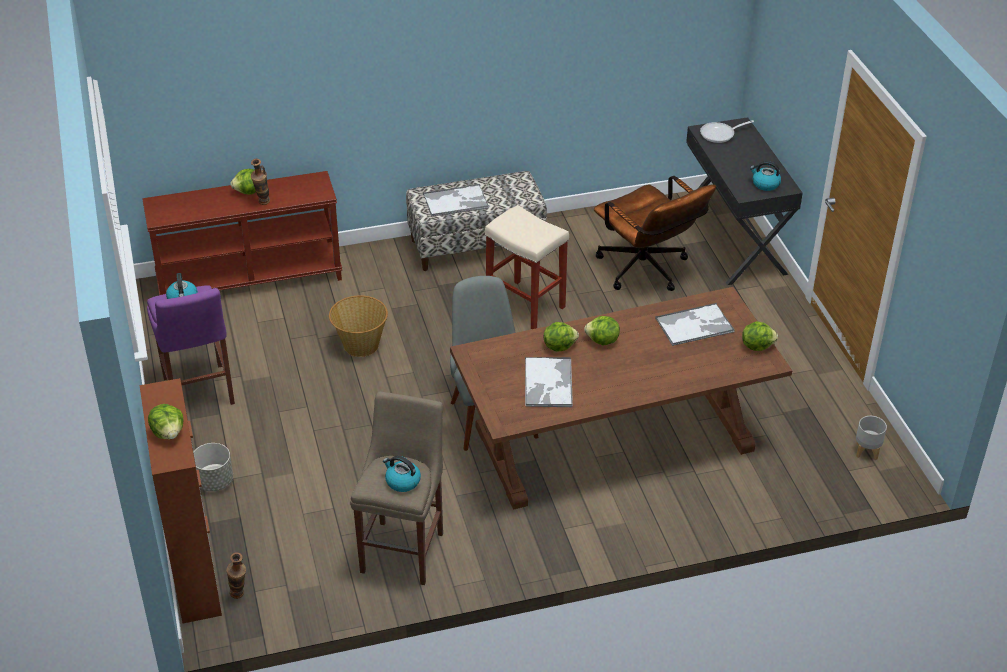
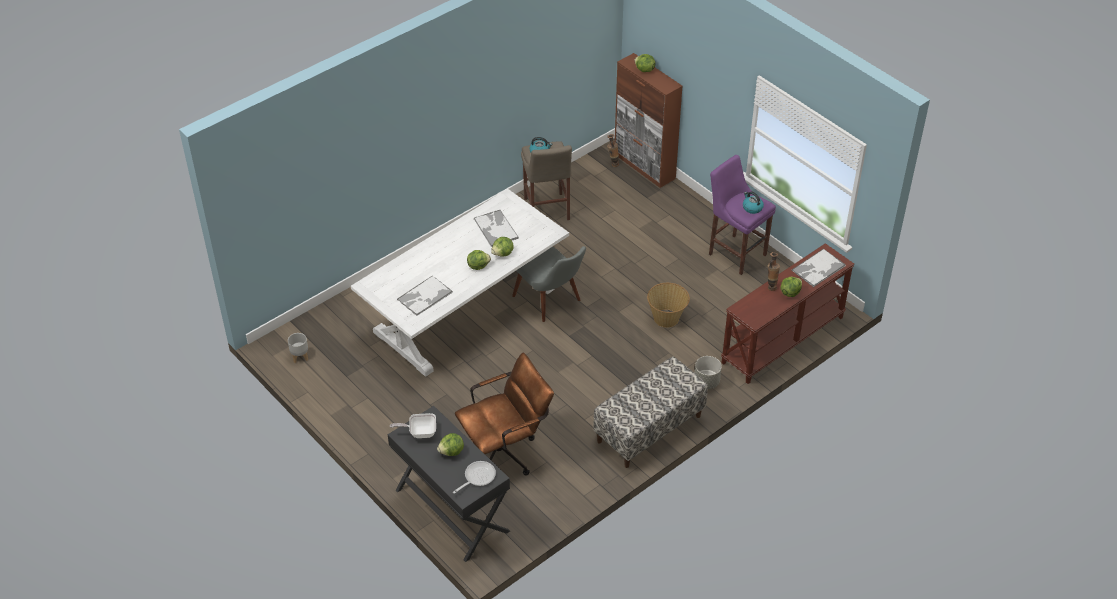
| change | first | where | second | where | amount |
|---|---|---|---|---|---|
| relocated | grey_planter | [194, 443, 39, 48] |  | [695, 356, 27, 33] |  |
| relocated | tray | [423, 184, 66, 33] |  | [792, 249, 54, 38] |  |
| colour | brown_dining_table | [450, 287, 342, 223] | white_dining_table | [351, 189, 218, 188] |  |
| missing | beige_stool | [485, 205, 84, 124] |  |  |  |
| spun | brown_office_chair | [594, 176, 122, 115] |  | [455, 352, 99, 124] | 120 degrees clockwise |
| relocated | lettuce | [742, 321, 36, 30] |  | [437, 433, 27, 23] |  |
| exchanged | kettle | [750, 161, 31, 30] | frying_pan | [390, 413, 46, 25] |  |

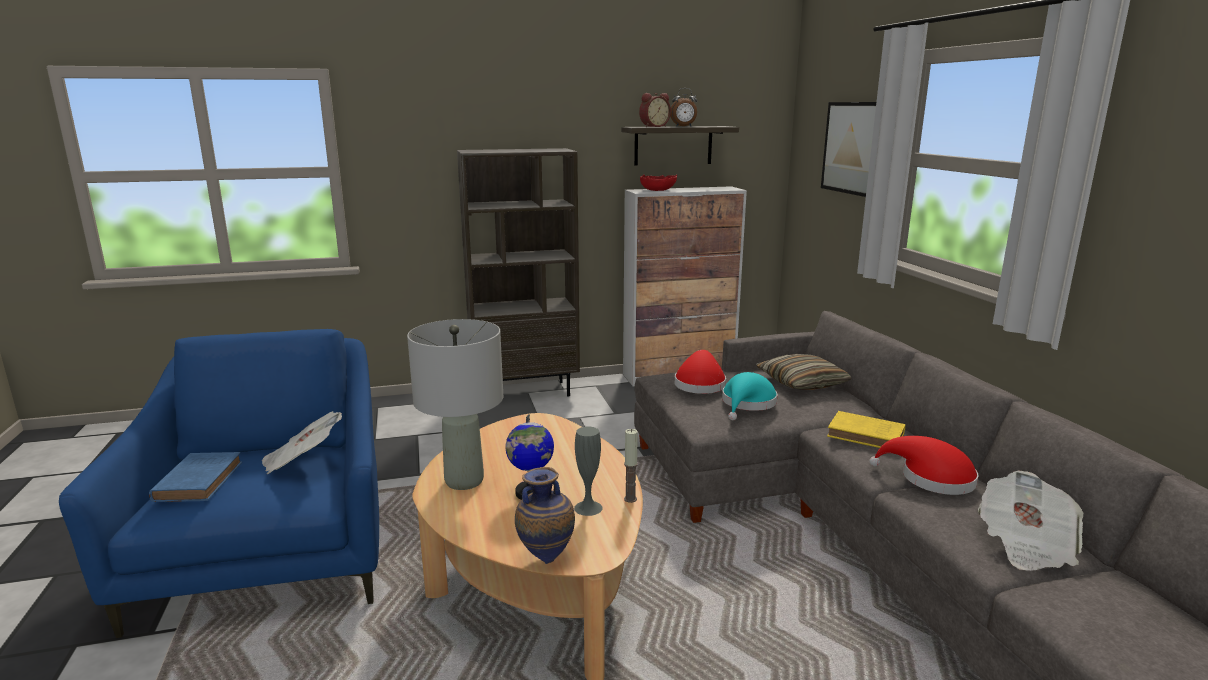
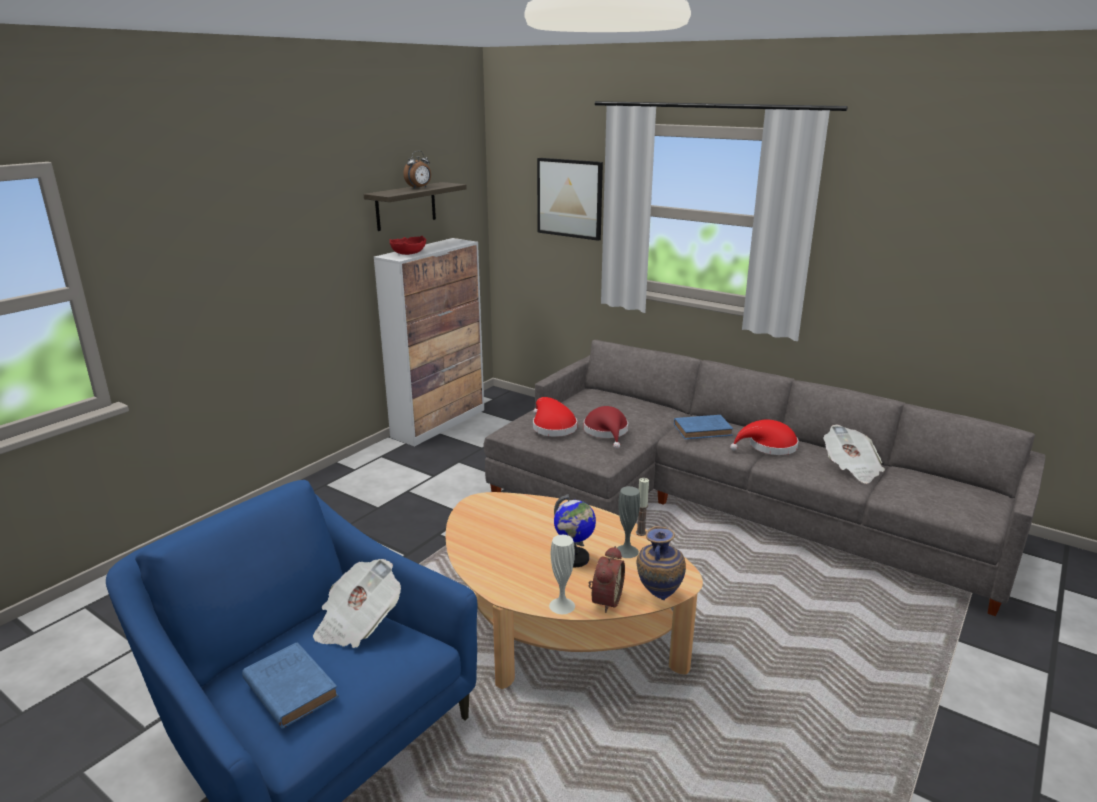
| change | first | where | second | where | amount |
|---|---|---|---|---|---|
| missing | grey_table_lamp | [407, 319, 96, 171] |  |  |  |
| missing | brown_bookcase | [457, 148, 123, 248] |  |  |  |
| relocated | alarm_clock | [639, 93, 32, 34] |  | [589, 546, 36, 67] |  |
| colour | turquoise_hat | [722, 372, 55, 48] | red_hat | [583, 406, 45, 43] |  |
| missing | pillow | [756, 354, 96, 36] |  |  |  |
| colour | yellow_book | [827, 411, 78, 37] | blue_book | [674, 415, 59, 24] |  |
| appeared |  |  | white_vase | [549, 535, 26, 79] |  |

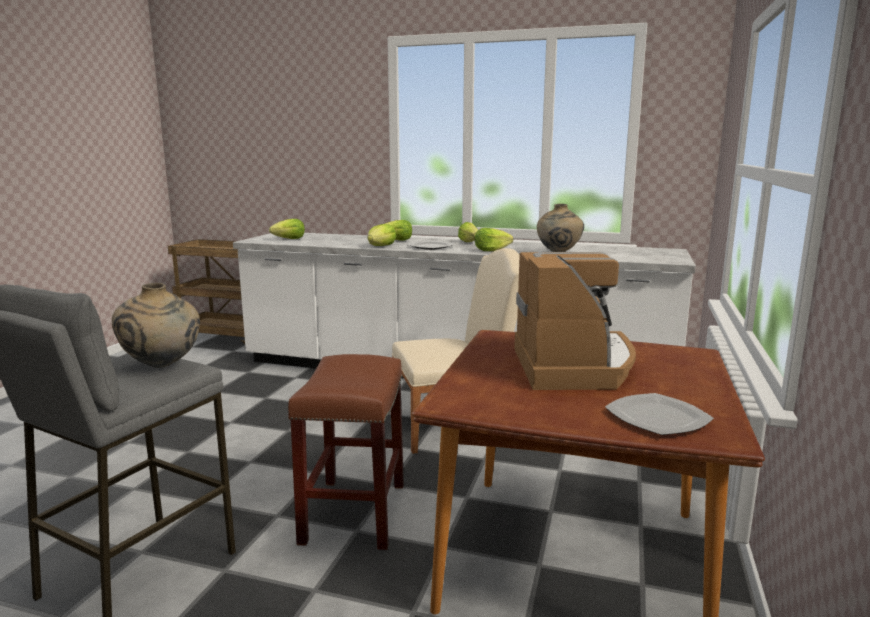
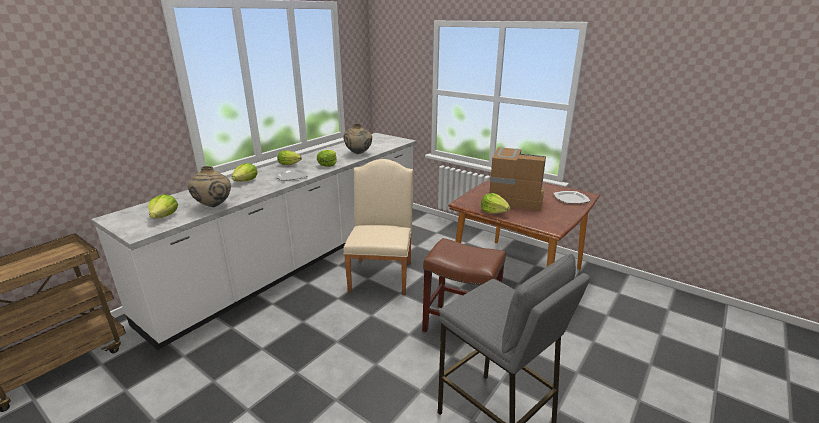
| change | first | where | second | where | amount |
|---|---|---|---|---|---|
| relocated | beige_vase | [112, 283, 88, 85] |  | [188, 166, 43, 41] |  |
| relocated | lettuce | [368, 224, 28, 22] |  | [481, 193, 30, 21] |  |

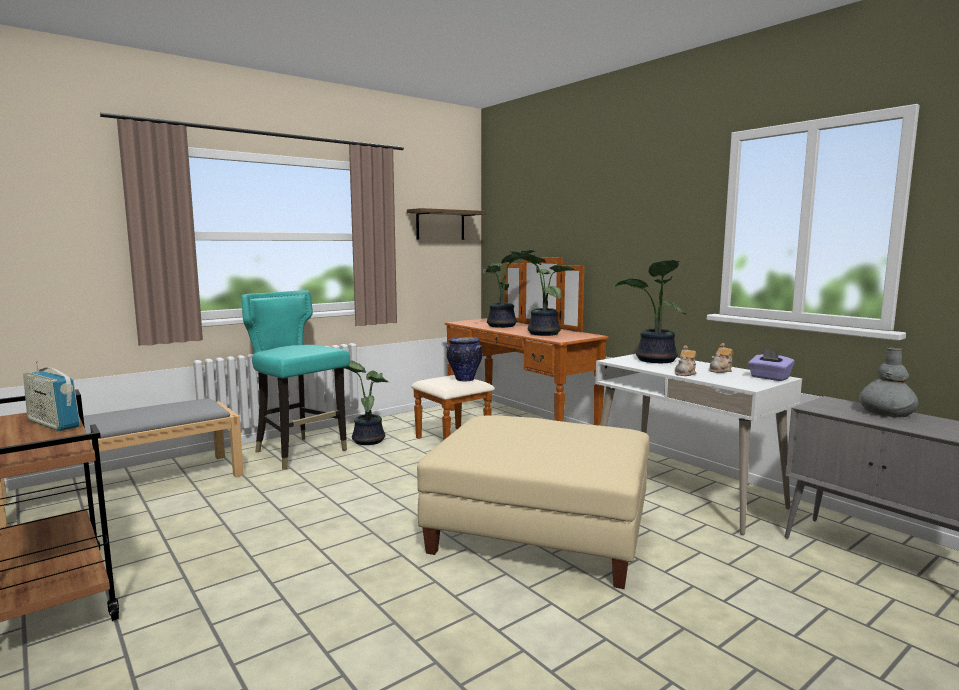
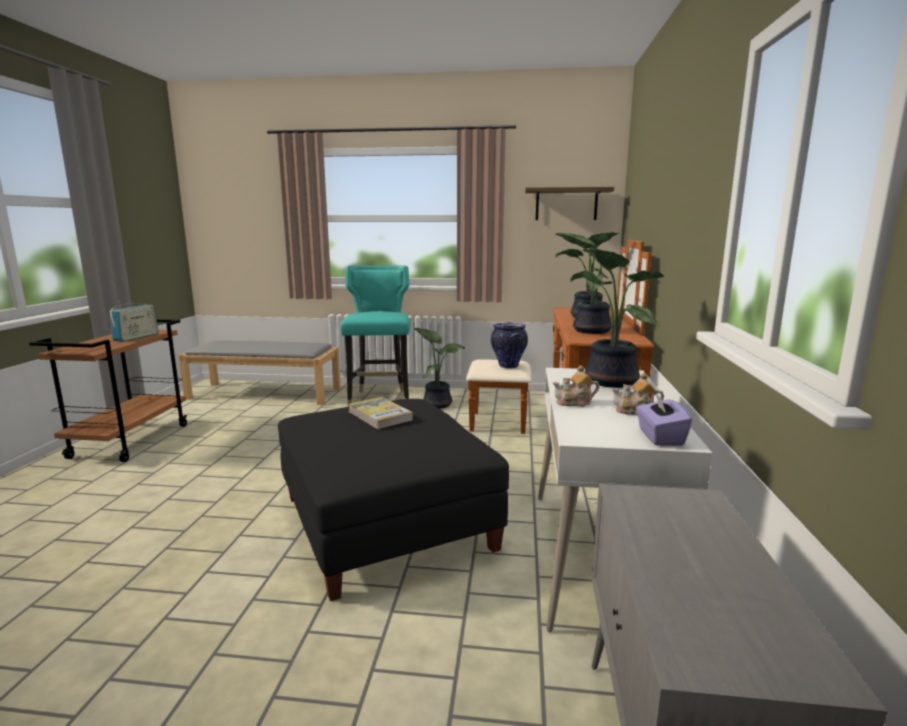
| change | first | where | second | where | amount |
|---|---|---|---|---|---|
| spun | radio | [23, 361, 57, 70] |  | [110, 302, 49, 40] | 150 degrees counterclockwise |
| colour | beige_ottoman | [417, 415, 232, 174] | black_ottoman | [278, 399, 231, 202] |  |
| missing | grey_vase | [859, 347, 59, 71] |  |  |  |
| appeared |  |  | book | [348, 397, 65, 32] |  |

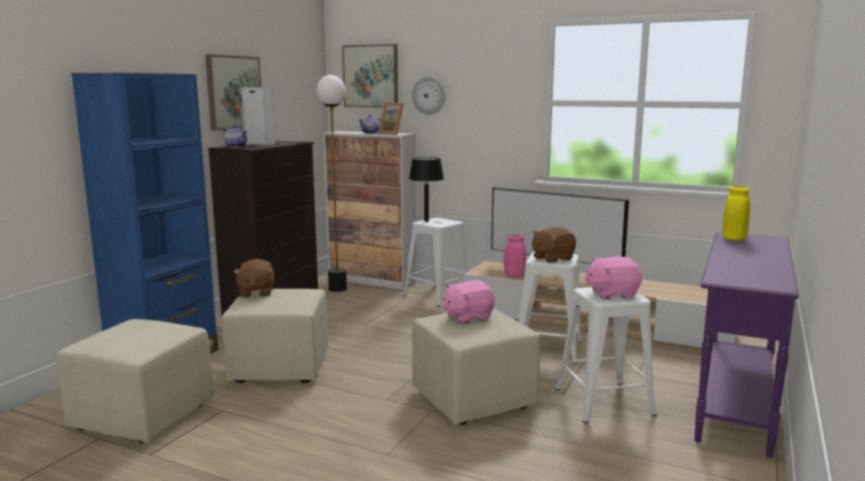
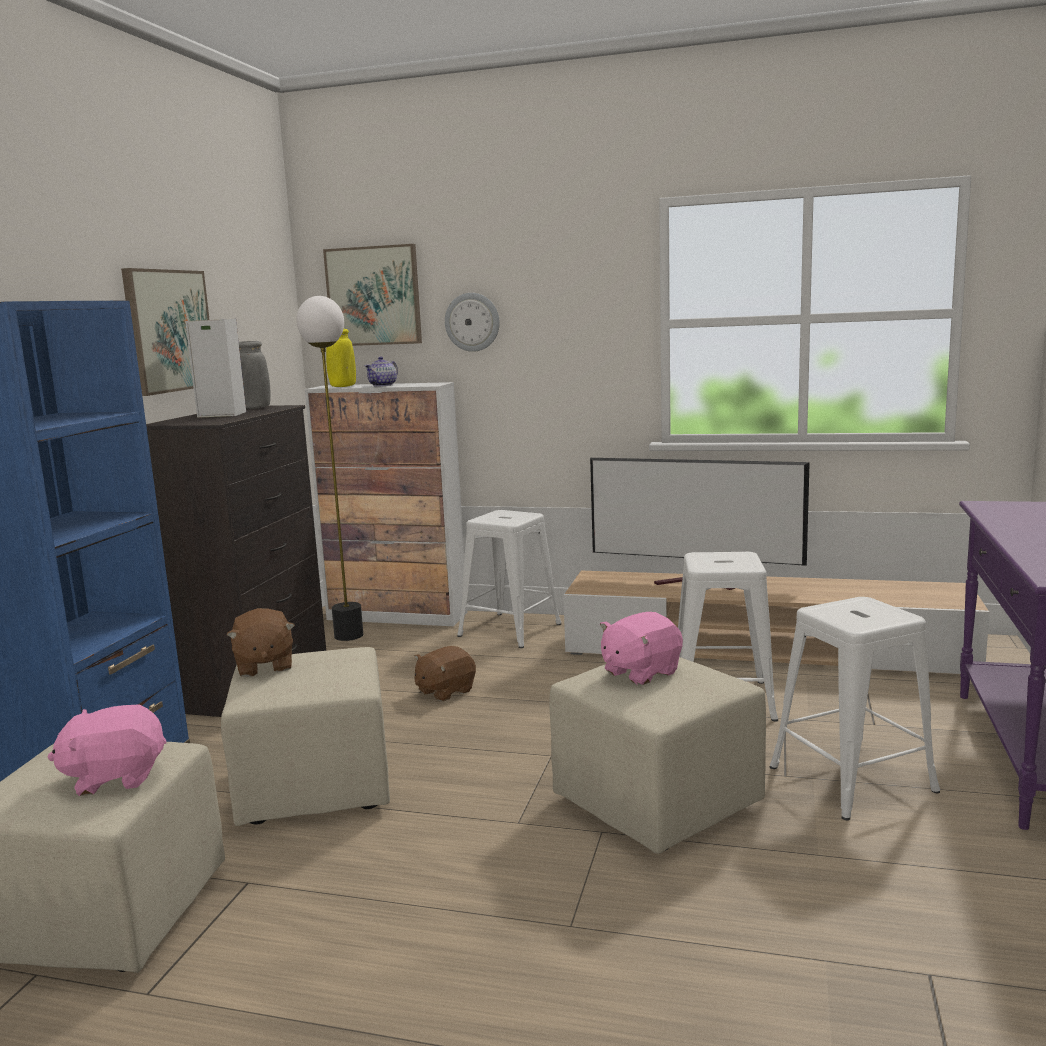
| change | first | where | second | where | amount |
|---|---|---|---|---|---|
| missing | teapot | [223, 125, 24, 22] |  |  |  |
| missing | picture_frame | [379, 102, 25, 33] |  |  |  |
| missing | black_table_lamp | [409, 157, 35, 65] |  |  |  |
| missing | pink_vase | [504, 235, 22, 42] |  |  |  |
| relocated | brown_plush_toy | [532, 227, 44, 36] |  | [414, 646, 62, 56] |  |
| relocated | pink_plush_toy | [584, 256, 58, 43] |  | [47, 705, 120, 91] |  |
| relocated | yellow_vase | [723, 186, 27, 55] |  | [326, 329, 30, 58] |  |
| appeared |  |  | grey_vase | [239, 341, 32, 68] |  |

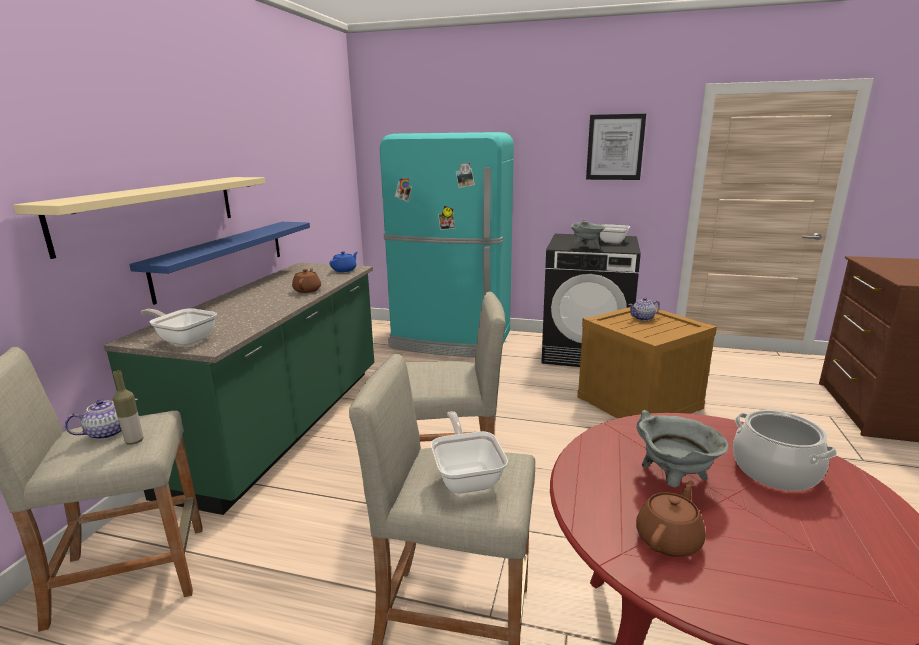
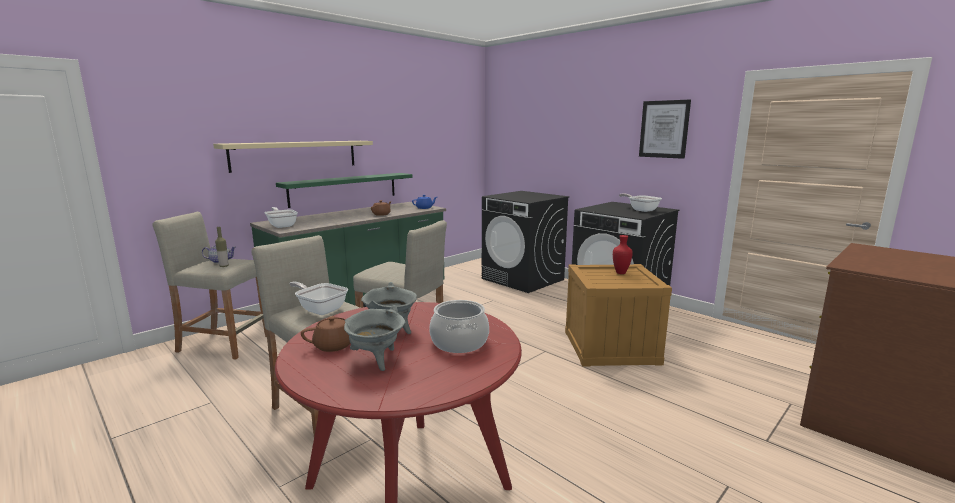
| change | first | where | second | where | amount |
|---|---|---|---|---|---|
| colour | blue_shelf | [129, 222, 181, 83] | green_shelf | [276, 173, 137, 35] |  |
| exchanged | turquoise_fridge | [380, 132, 134, 225] | black_washing_machine | [482, 191, 88, 102] |  |
| spun | frying_pan | [431, 411, 77, 83] |  | [289, 281, 59, 34] | 75 degrees counterclockwise |
| relocated | grey_cooking_pot | [571, 219, 34, 30] |  | [344, 305, 61, 66] |  |
| exchanged | teapot | [628, 298, 32, 23] | red_vase | [613, 235, 20, 39] |  |

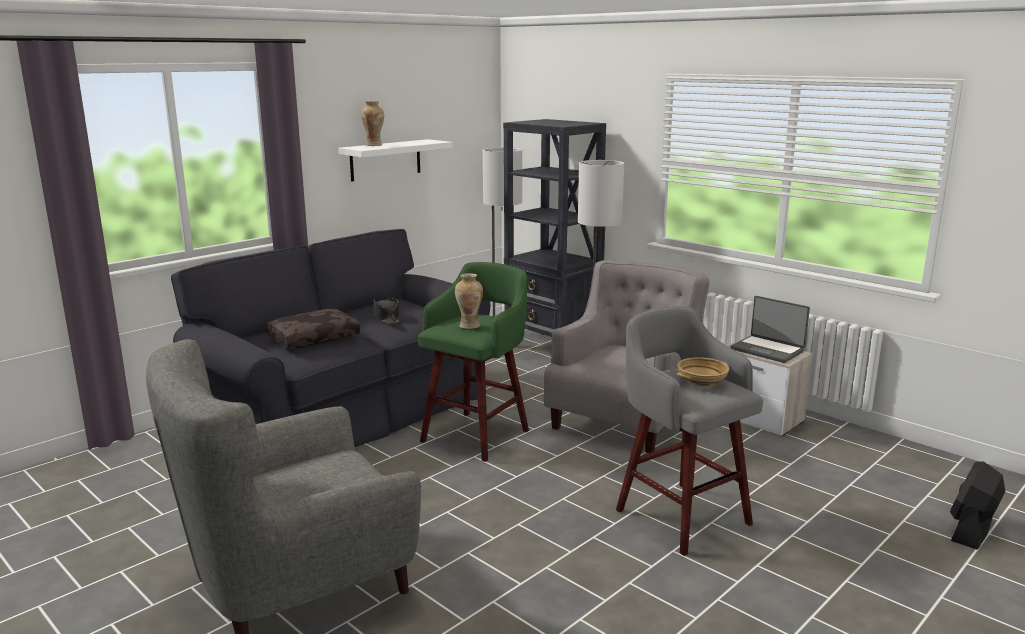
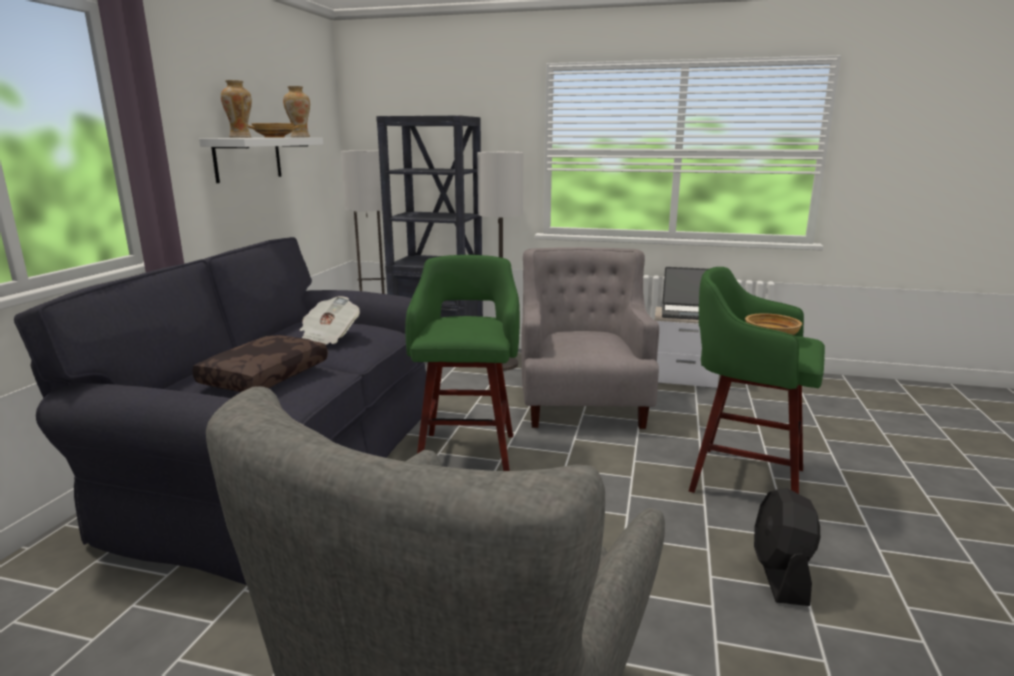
| change | first | where | second | where | amount |
|---|---|---|---|---|---|
| exchanged | black_hat | [374, 298, 25, 26] | newspaper | [300, 296, 60, 49] |  |
| relocated | vase | [455, 273, 28, 56] |  | [283, 86, 27, 51] |  |
| colour | grey_stool | [616, 306, 147, 250] | green_stool | [689, 267, 136, 227] |  |
| relocated | black_fan | [950, 461, 55, 89] |  | [754, 488, 66, 118] |  |
| appeared |  |  | beige_bowl | [248, 123, 51, 15] |  |

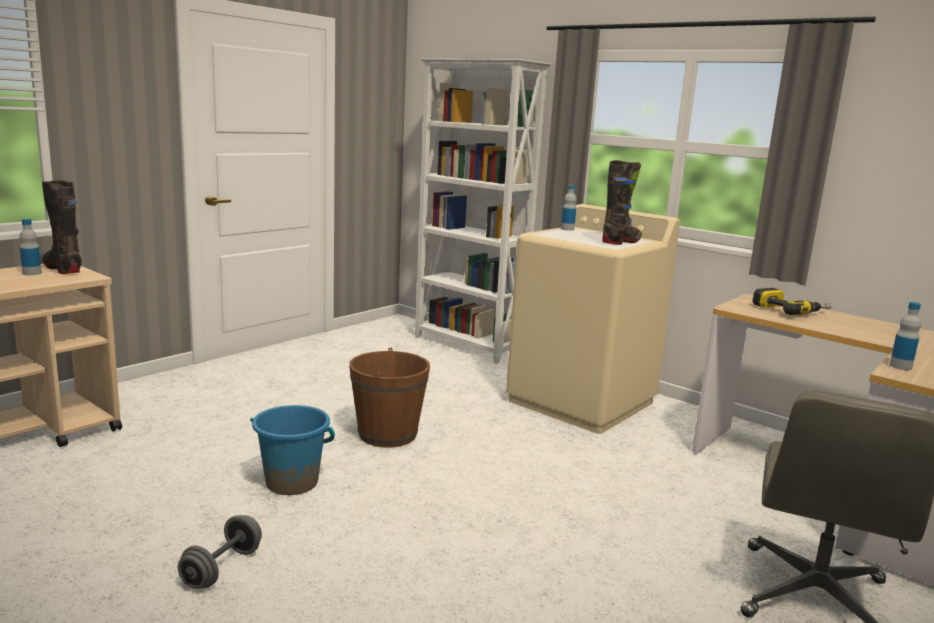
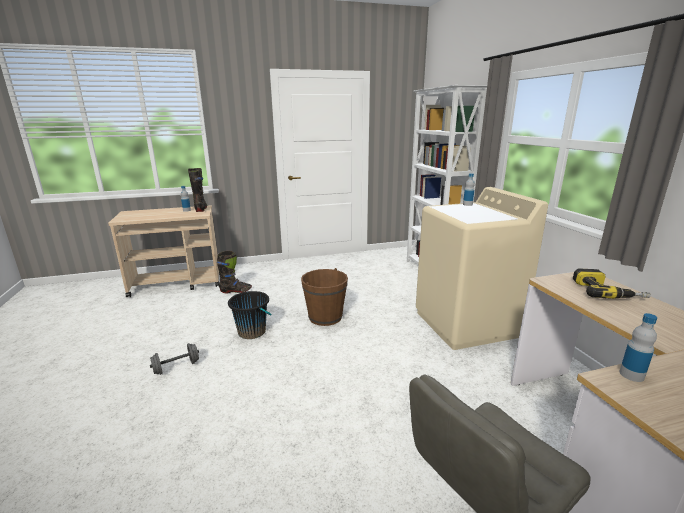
| change | first | where | second | where | amount |
|---|---|---|---|---|---|
| colour | blue_bucket | [250, 405, 85, 90] | black_bucket | [228, 291, 43, 48] |  |
| relocated | black_boot | [602, 160, 40, 85] |  | [217, 251, 35, 42] |  |

